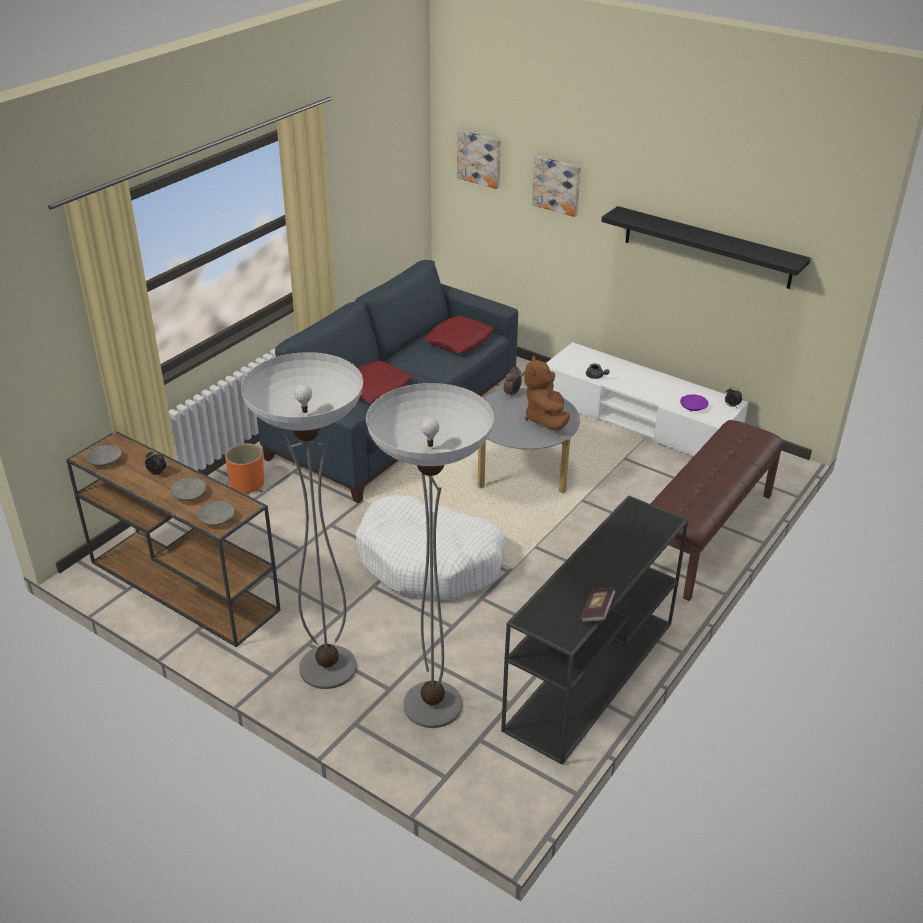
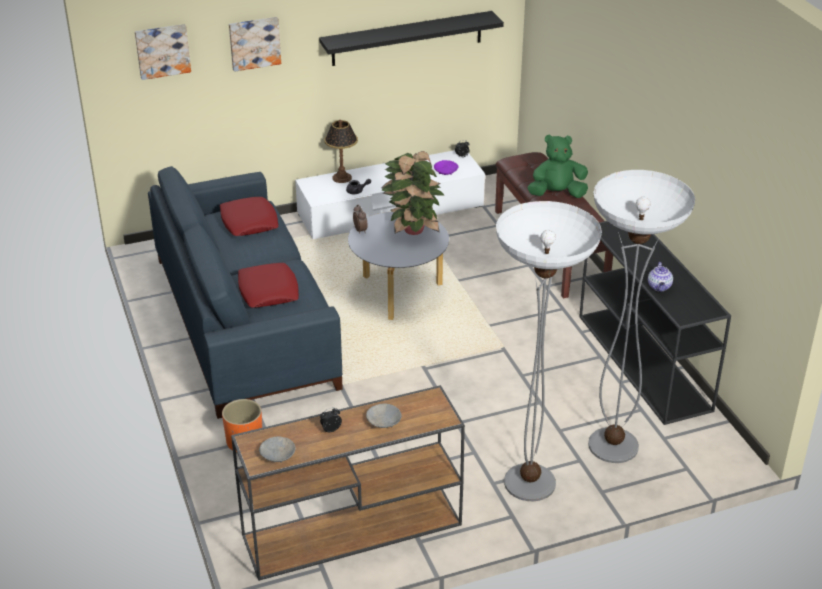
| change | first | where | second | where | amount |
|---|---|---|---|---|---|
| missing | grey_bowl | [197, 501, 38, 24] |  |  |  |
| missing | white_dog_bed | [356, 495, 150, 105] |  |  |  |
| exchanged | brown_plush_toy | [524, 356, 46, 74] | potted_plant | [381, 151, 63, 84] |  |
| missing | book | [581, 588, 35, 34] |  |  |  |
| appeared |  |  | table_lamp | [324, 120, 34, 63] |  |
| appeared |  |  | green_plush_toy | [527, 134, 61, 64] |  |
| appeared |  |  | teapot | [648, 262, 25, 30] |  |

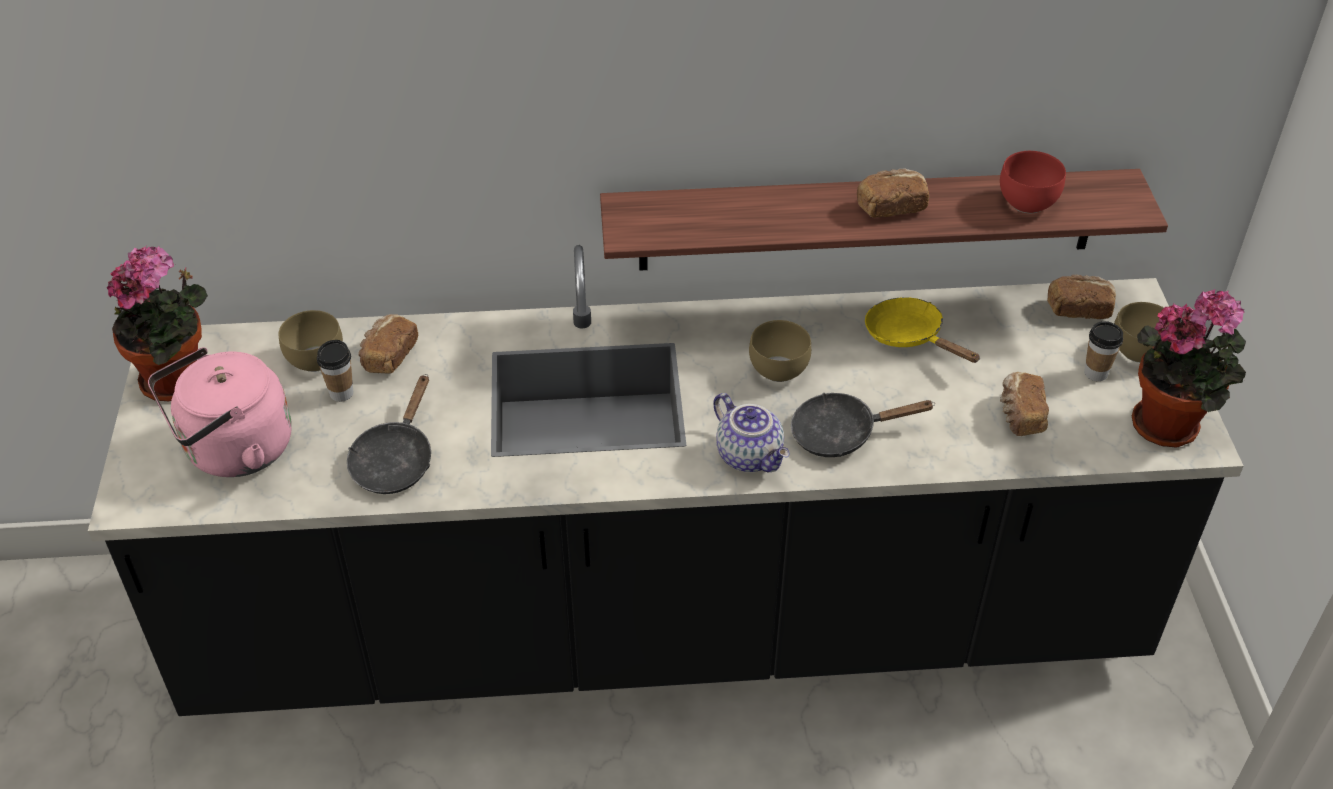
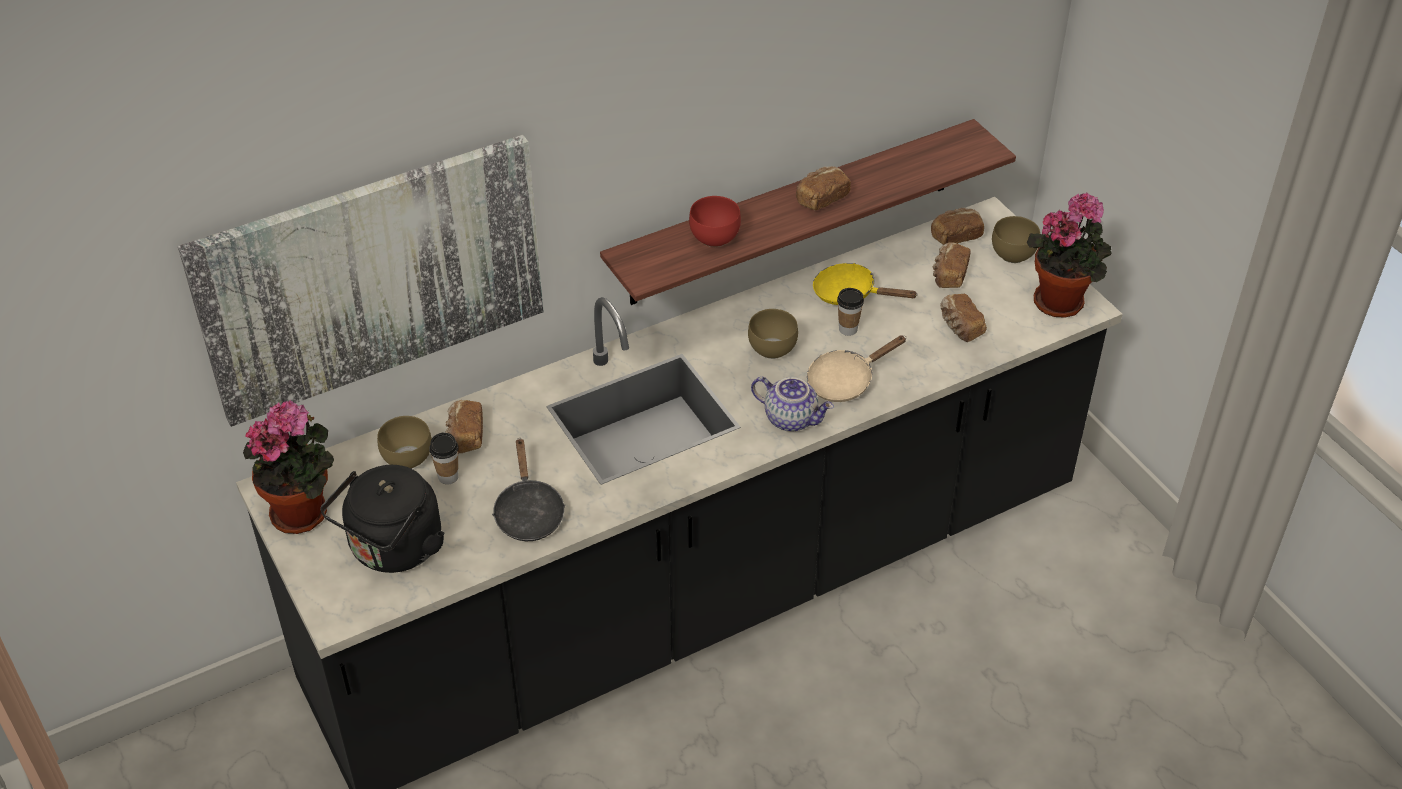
| change | first | where | second | where | amount |
|---|---|---|---|---|---|
| colour | pink_kettle | [148, 347, 144, 130] | black_kettle | [321, 465, 123, 108] |  |
| colour | black_frying_pan | [791, 393, 143, 64] | beige_frying_pan | [807, 335, 100, 67] |  |
| relocated | red_bowl | [1000, 151, 66, 62] |  | [689, 196, 52, 51] |  |
| relocated | cup | [1084, 321, 39, 60] |  | [837, 288, 27, 48] |  |
| appeared |  |  | picture | [178, 135, 366, 292] |  |
| appeared |  |  | bread | [932, 243, 39, 45] |  |

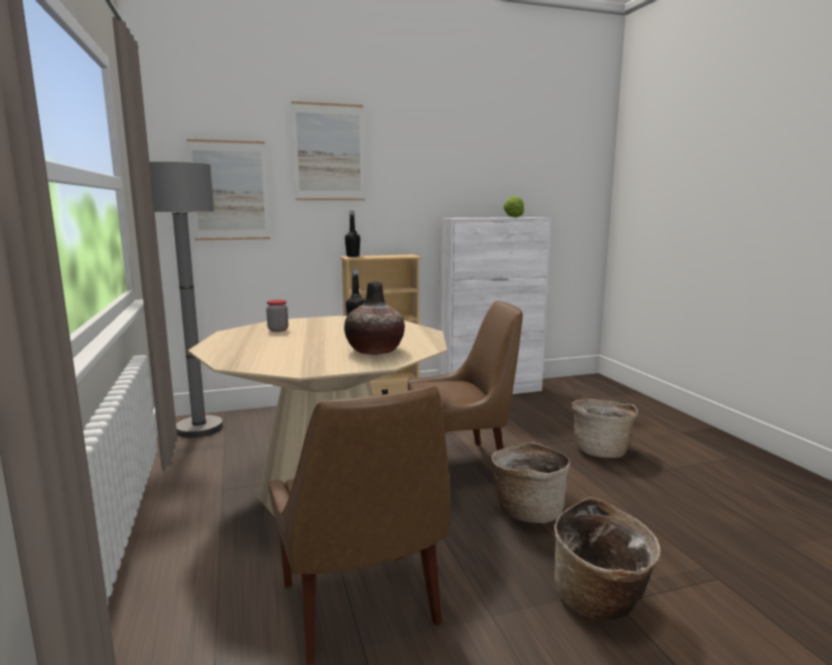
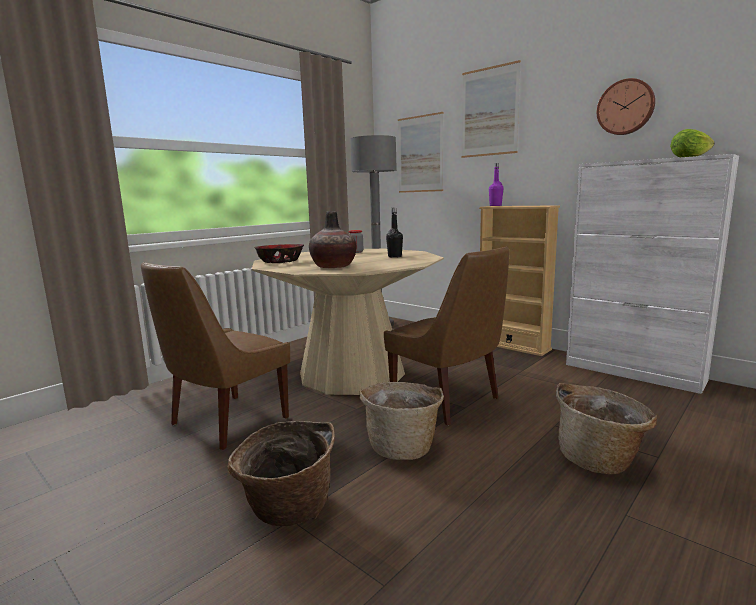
| change | first | where | second | where | amount |
|---|---|---|---|---|---|
| colour | black_bottle | [345, 211, 15, 46] | purple_bottle | [489, 163, 15, 43] |  |
| appeared |  |  | bowl | [255, 244, 49, 19] |  |
| appeared |  |  | wall_clock | [597, 78, 58, 57] |  |

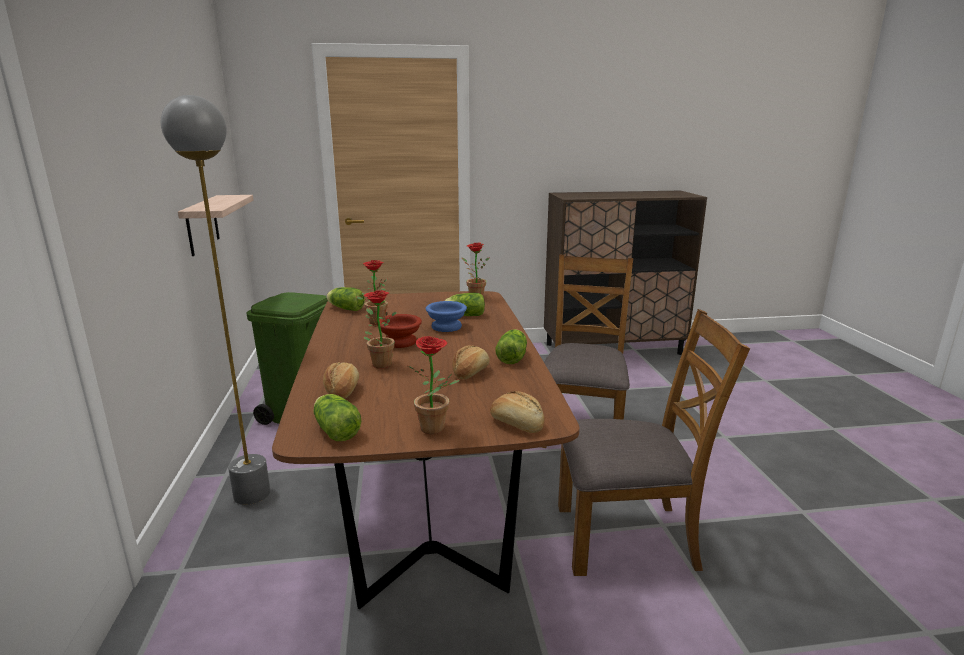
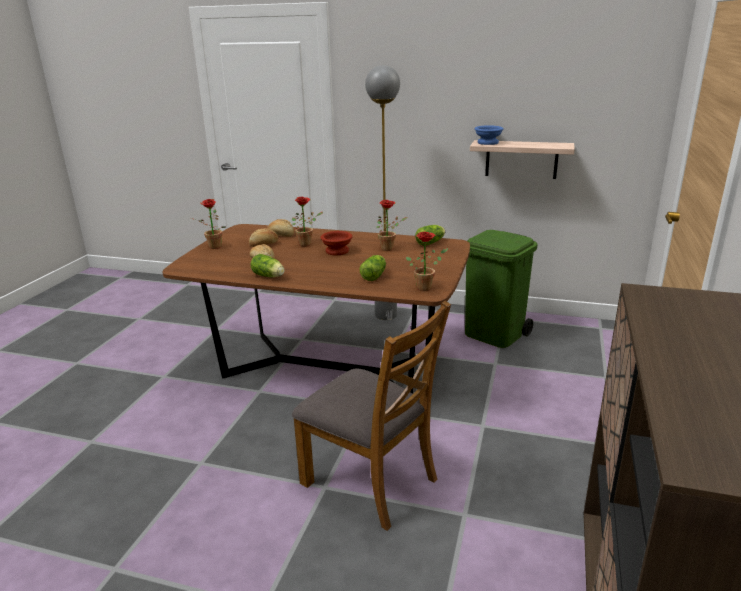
| change | first | where | second | where | amount |
|---|---|---|---|---|---|
| missing | lettuce | [314, 394, 47, 47] |  |  |  |
| relocated | blue_bowl | [426, 301, 41, 31] |  | [474, 125, 30, 20] |  |
| relocated | bread | [490, 391, 55, 42] |  | [249, 229, 29, 18] |  |
| missing | brown_chair | [558, 309, 192, 267] |  |  |  |

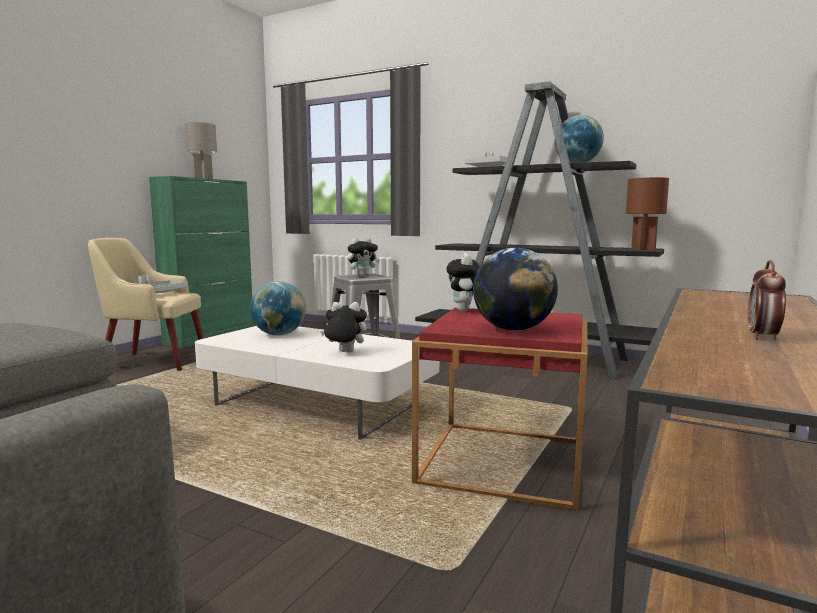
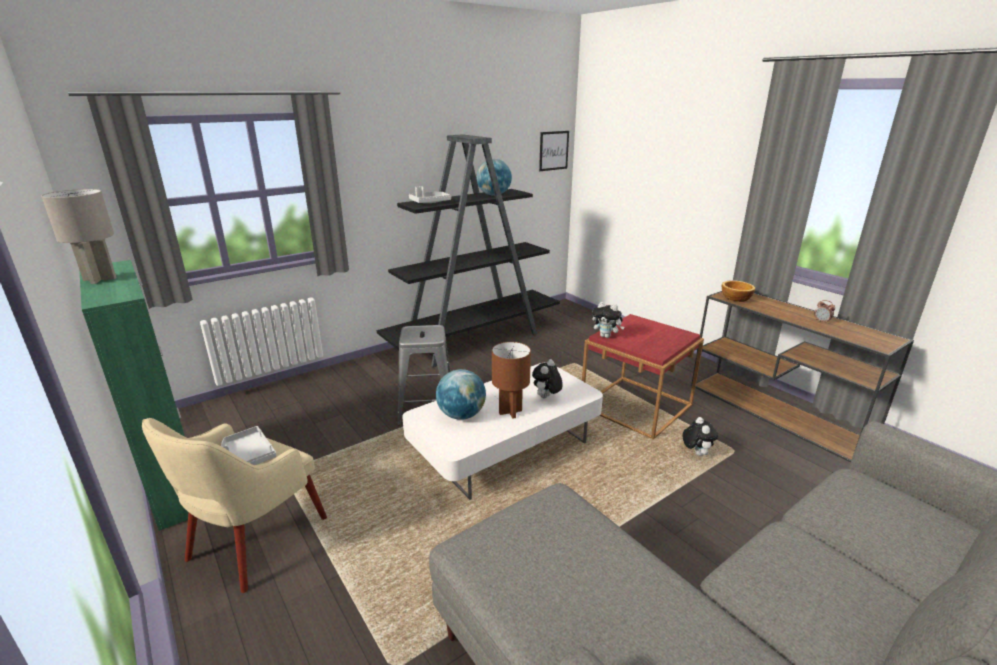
| change | first | where | second | where | amount |
|---|---|---|---|---|---|
| relocated | plush_toy | [347, 238, 33, 38] |  | [683, 417, 35, 39] |  |
| missing | globe | [473, 247, 85, 84] |  |  |  |
| relocated | brown_table_lamp | [626, 177, 43, 73] |  | [492, 342, 39, 77] |  |
| appeared |  |  | picture | [539, 131, 30, 40] |  |
| appeared |  |  | bowl | [722, 280, 33, 22] |  |

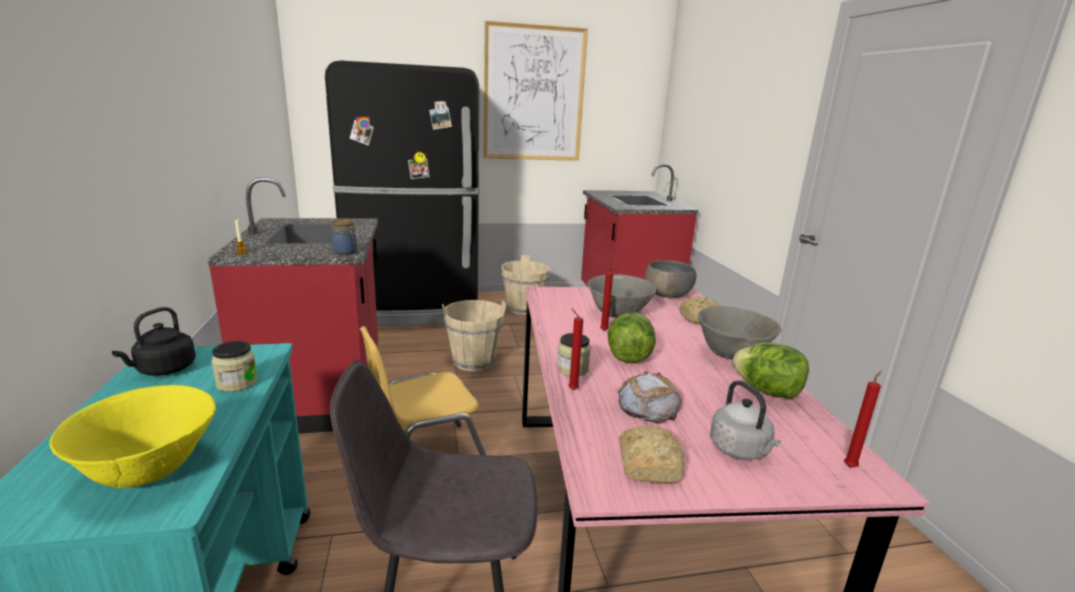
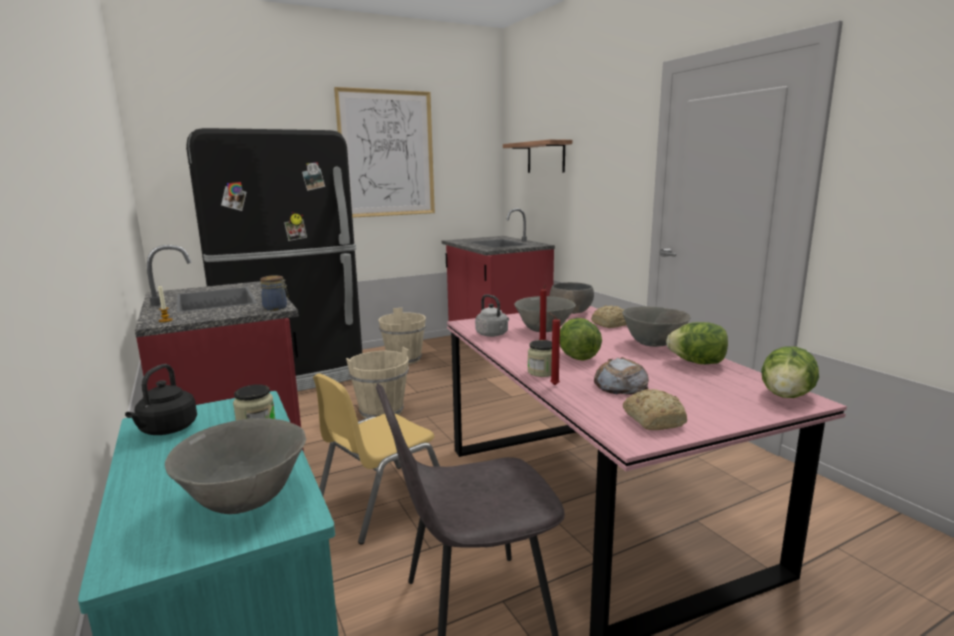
| change | first | where | second | where | amount |
|---|---|---|---|---|---|
| colour | yellow_bowl | [50, 385, 166, 103] | grey_bowl | [165, 418, 141, 96] |  |
| relocated | grey_kettle | [710, 380, 71, 80] |  | [475, 294, 34, 43] |  |
| exchanged | red_candle | [844, 371, 38, 97] | lettuce | [761, 346, 58, 52] |  |
| appeared |  |  | shelf | [503, 139, 69, 34] |  |

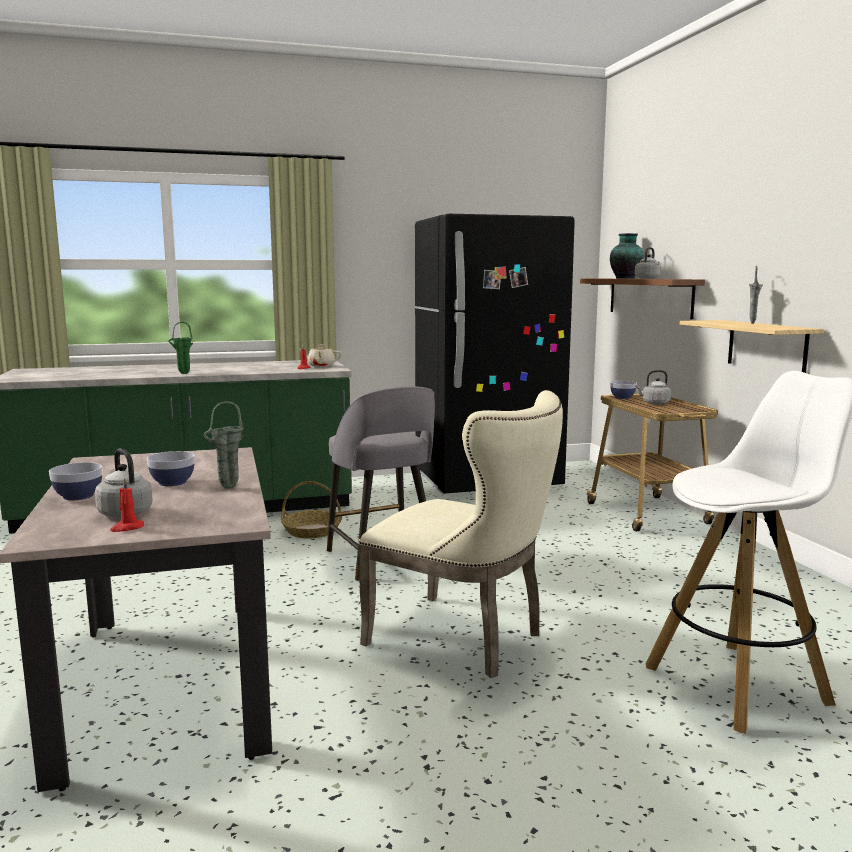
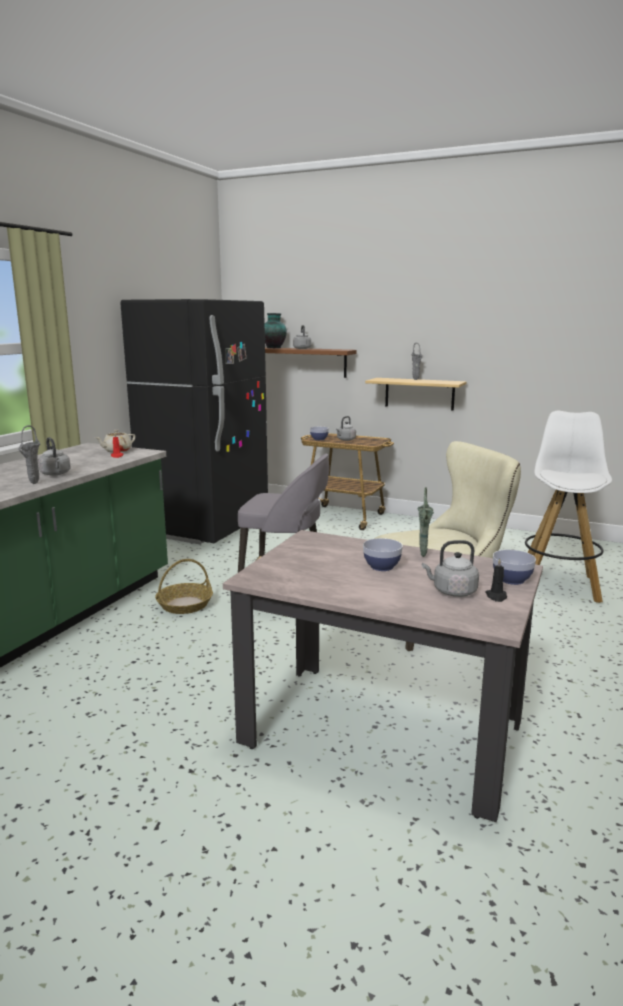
| change | first | where | second | where | amount |
|---|---|---|---|---|---|
| relocated | bowl | [49, 462, 54, 39] |  | [493, 550, 43, 35] |  |
| colour | red_candle | [110, 478, 34, 54] | black_candle | [485, 558, 22, 44] |  |
| colour | green_vase | [169, 322, 24, 52] | grey_vase | [18, 425, 23, 59] |  |
| appeared |  |  | grey_kettle | [38, 437, 33, 39] |  |

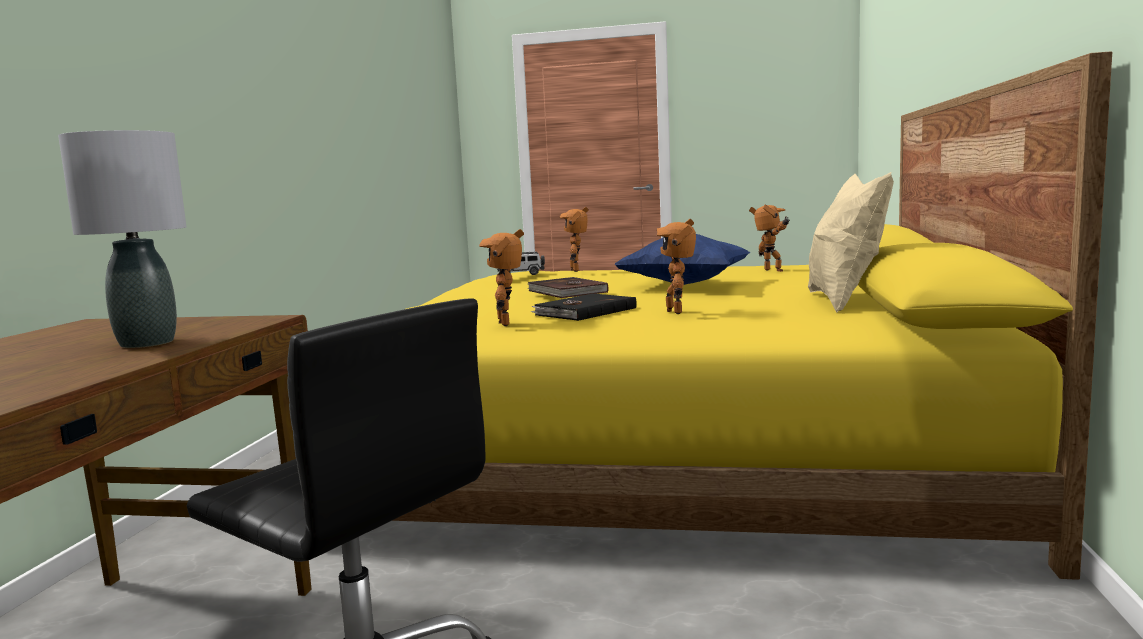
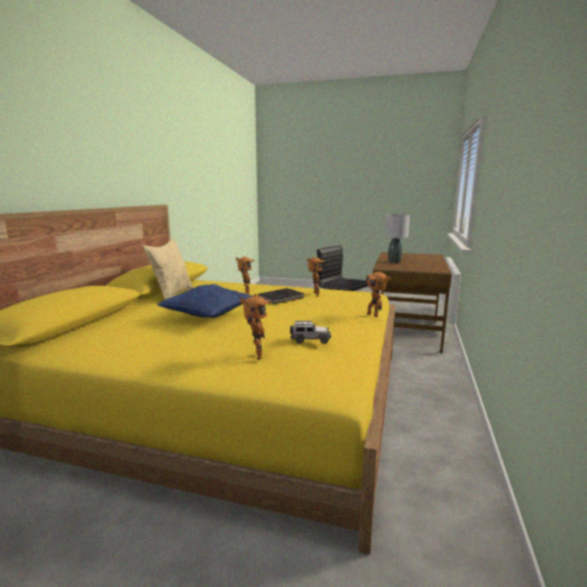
| change | first | where | second | where | amount |
|---|---|---|---|---|---|
| missing | brown_book | [528, 277, 80, 21] |  |  |  |
| relocated | toy_robot | [749, 205, 41, 67] |  | [366, 270, 24, 47] |  |

